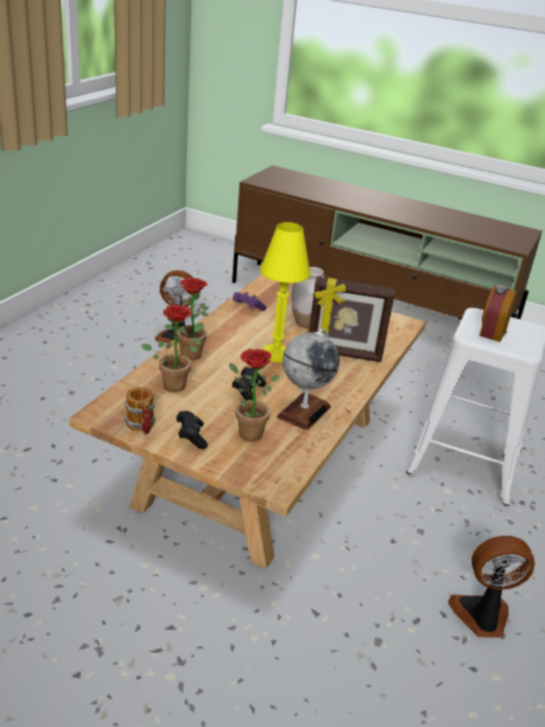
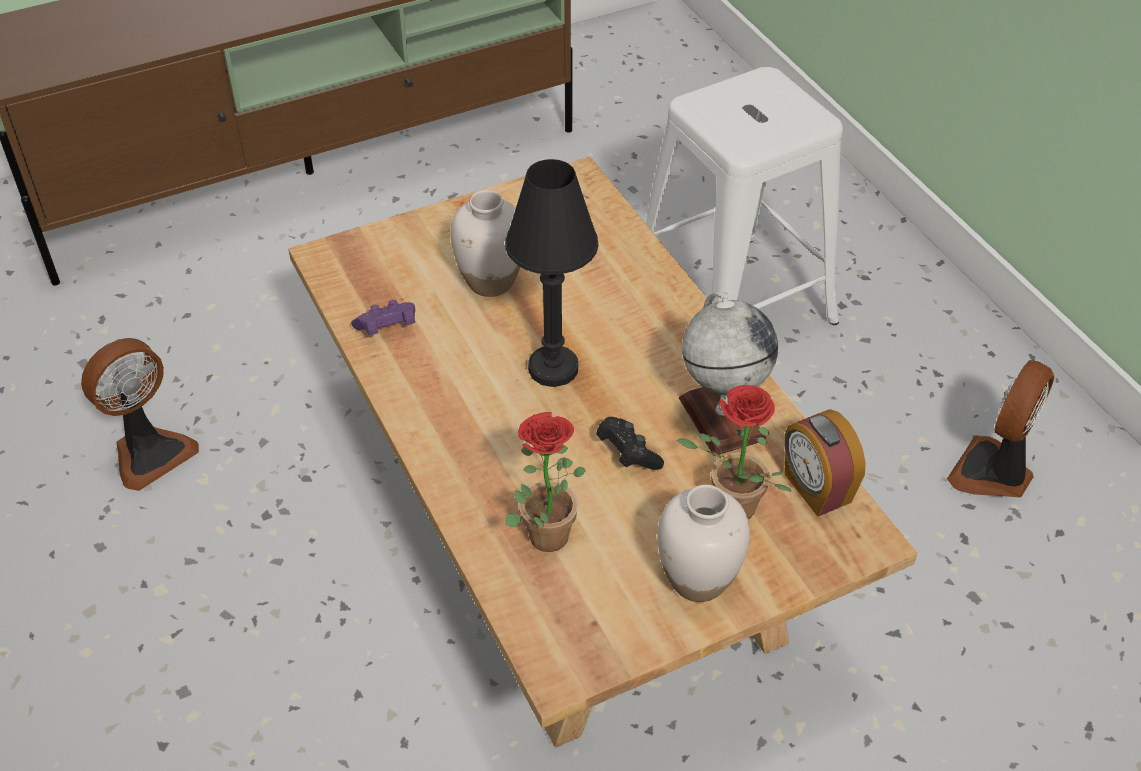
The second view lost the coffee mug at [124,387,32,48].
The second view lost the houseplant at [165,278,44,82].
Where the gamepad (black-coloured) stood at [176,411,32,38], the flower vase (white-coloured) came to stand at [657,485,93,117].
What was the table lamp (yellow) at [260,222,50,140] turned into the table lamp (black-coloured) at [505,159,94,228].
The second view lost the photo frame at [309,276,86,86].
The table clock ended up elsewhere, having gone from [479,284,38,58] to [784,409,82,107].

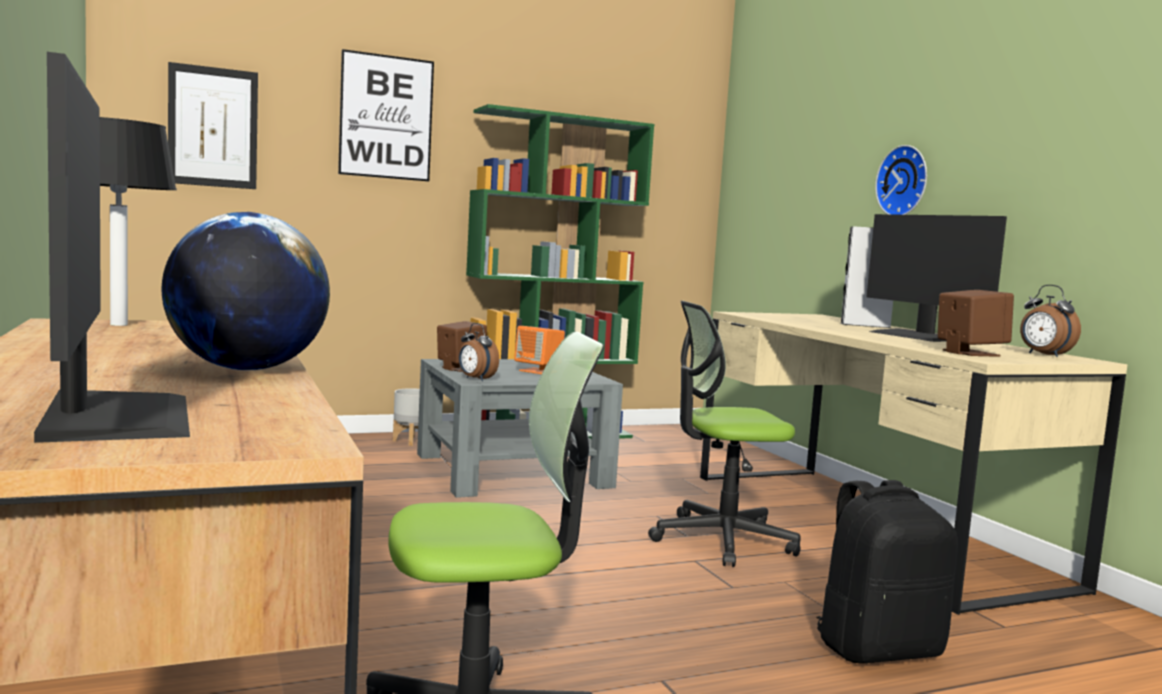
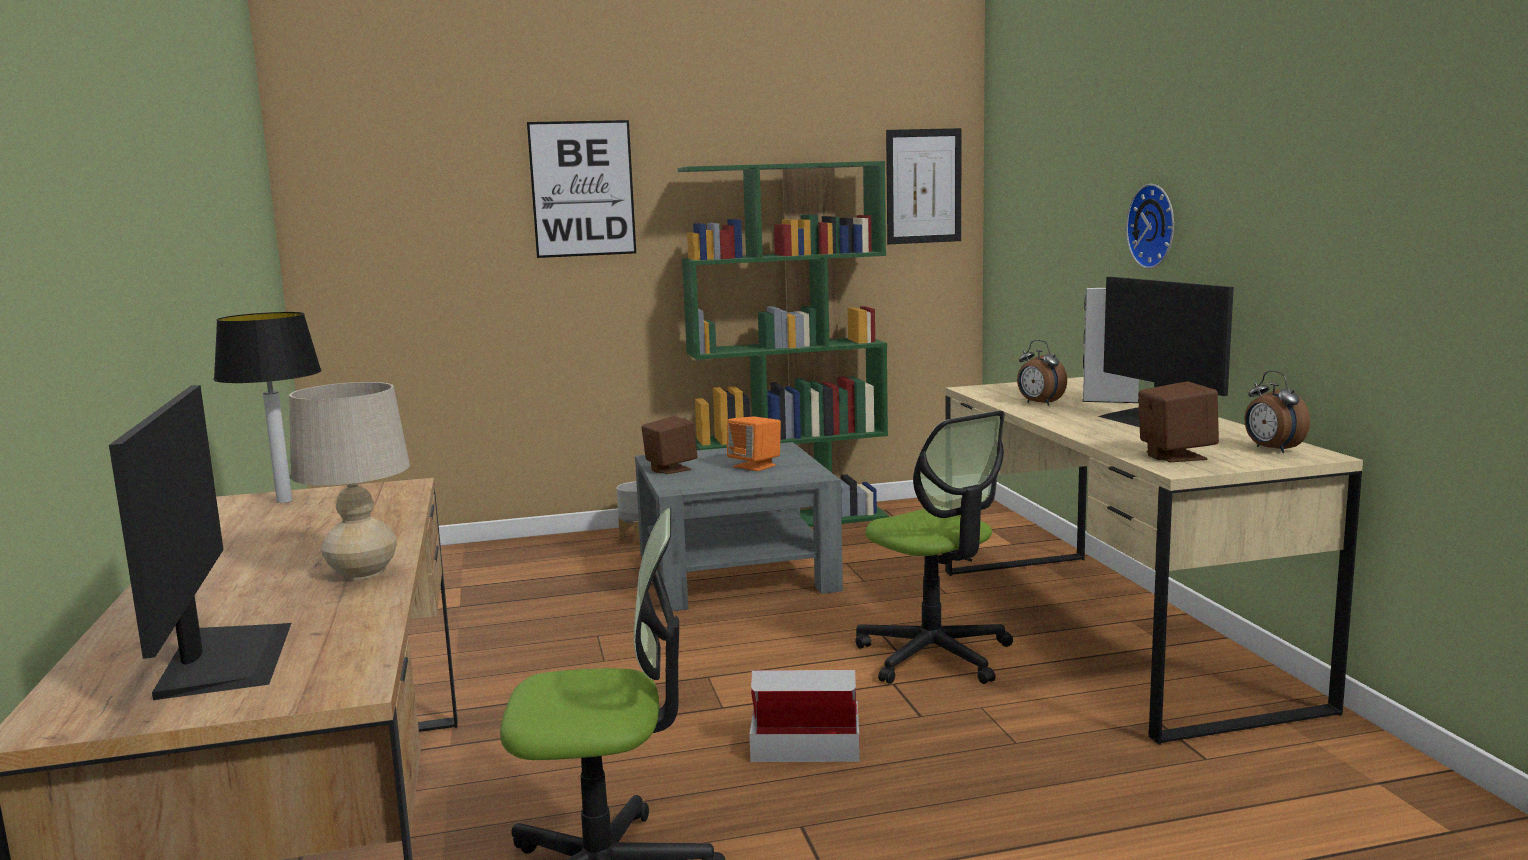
Where the world globe stood at [161,212,169,158], the table lamp (beige-coloured) came to stand at [289,382,121,198].
The wall picture ended up elsewhere, having gone from [168,62,90,127] to [886,128,76,116].
The table clock ended up elsewhere, having gone from [459,323,40,58] to [1017,340,50,66].
The computer chair at [648,301,153,266] ended up facing another way, 120 degrees counterclockwise from before.
The second view lost the backpack (black-coloured) at [816,480,142,184].
The second view gained the carton at [749,670,111,92].

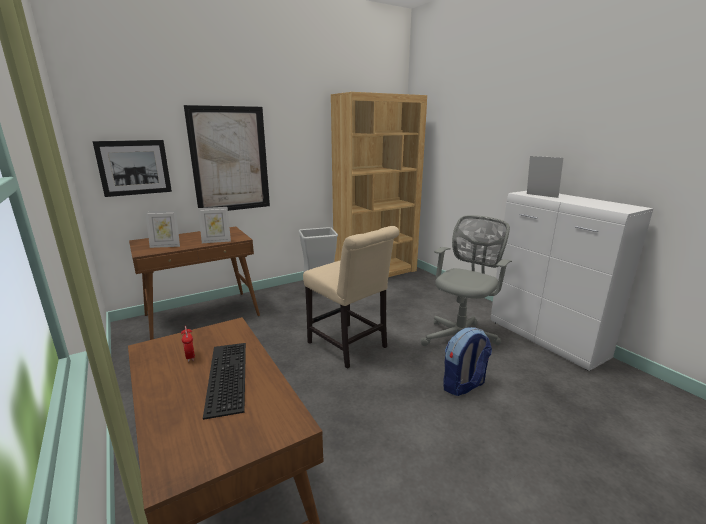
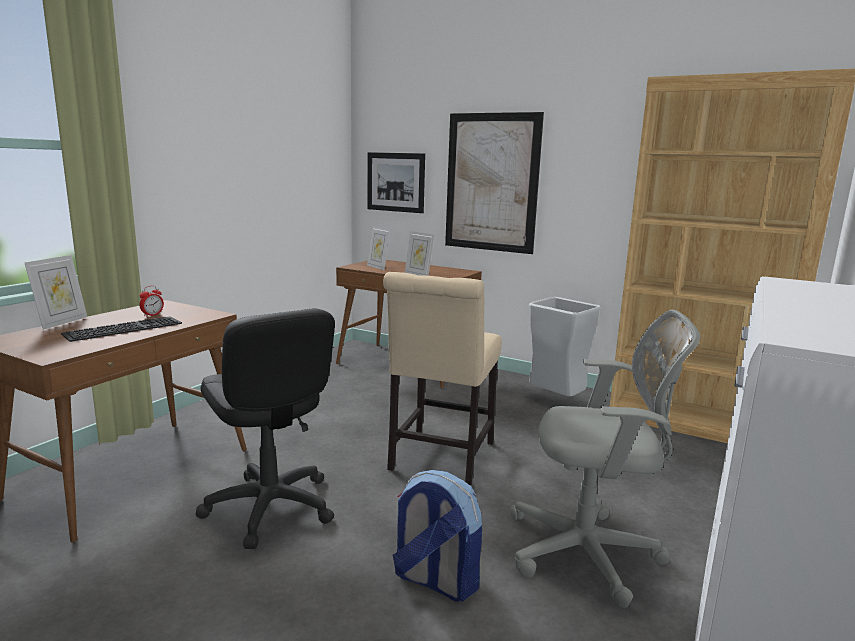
The photo frame ended up elsewhere, having gone from [527,156,36,42] to [25,255,62,75].
The second view gained the computer chair (black-coloured) at [196,309,139,240].

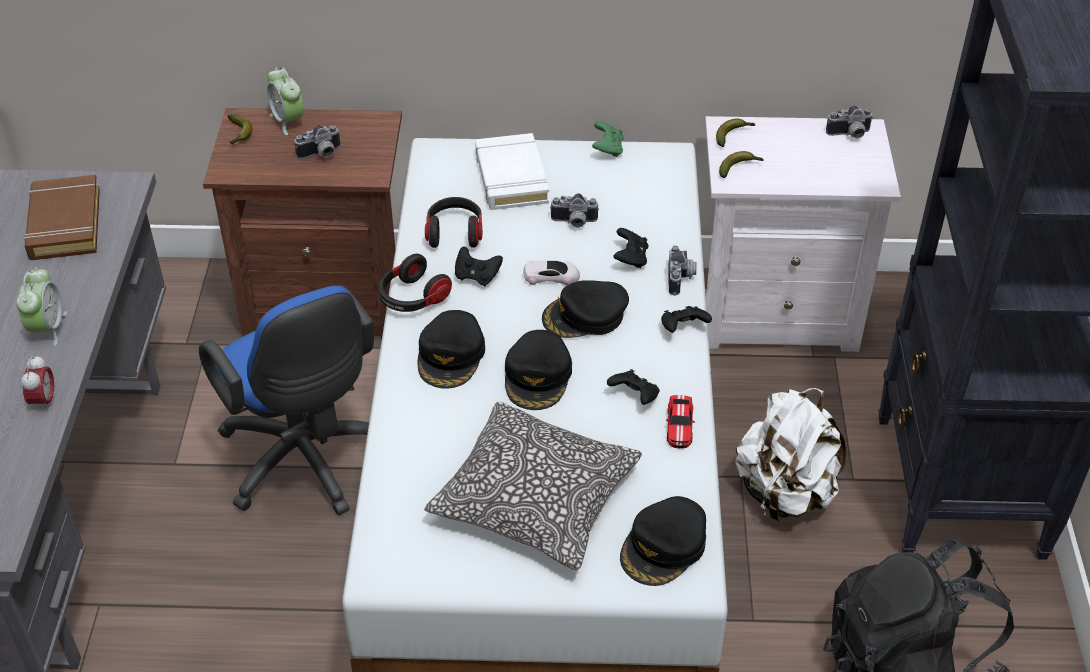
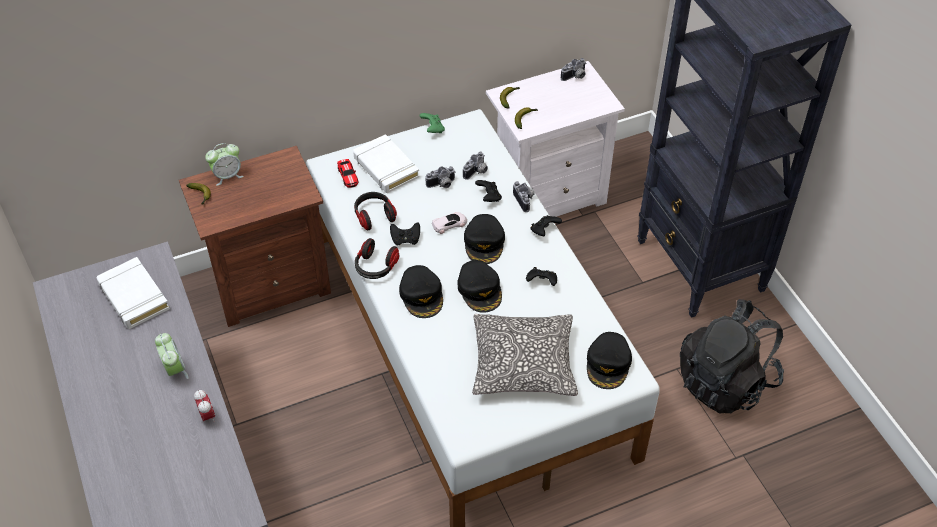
What was the bound book (brown-coloured) at [24,175,76,85] turned into the bound book (white-coloured) at [97,257,73,72].
The second view lost the computer chair (bluish) at [199,285,175,230].
The table clock at [267,67,37,68] ended up facing another way, 60 degrees counterclockwise from before.
The still camera ended up elsewhere, having gone from [294,125,47,34] to [463,151,25,29].
The cap (black-coloured) at [542,280,87,58] ended up facing another way, 45 degrees counterclockwise from before.
The toy car ended up elsewhere, having gone from [666,395,29,54] to [337,159,21,29].
The second view lost the backpack (white-coloured) at [735,388,111,133].

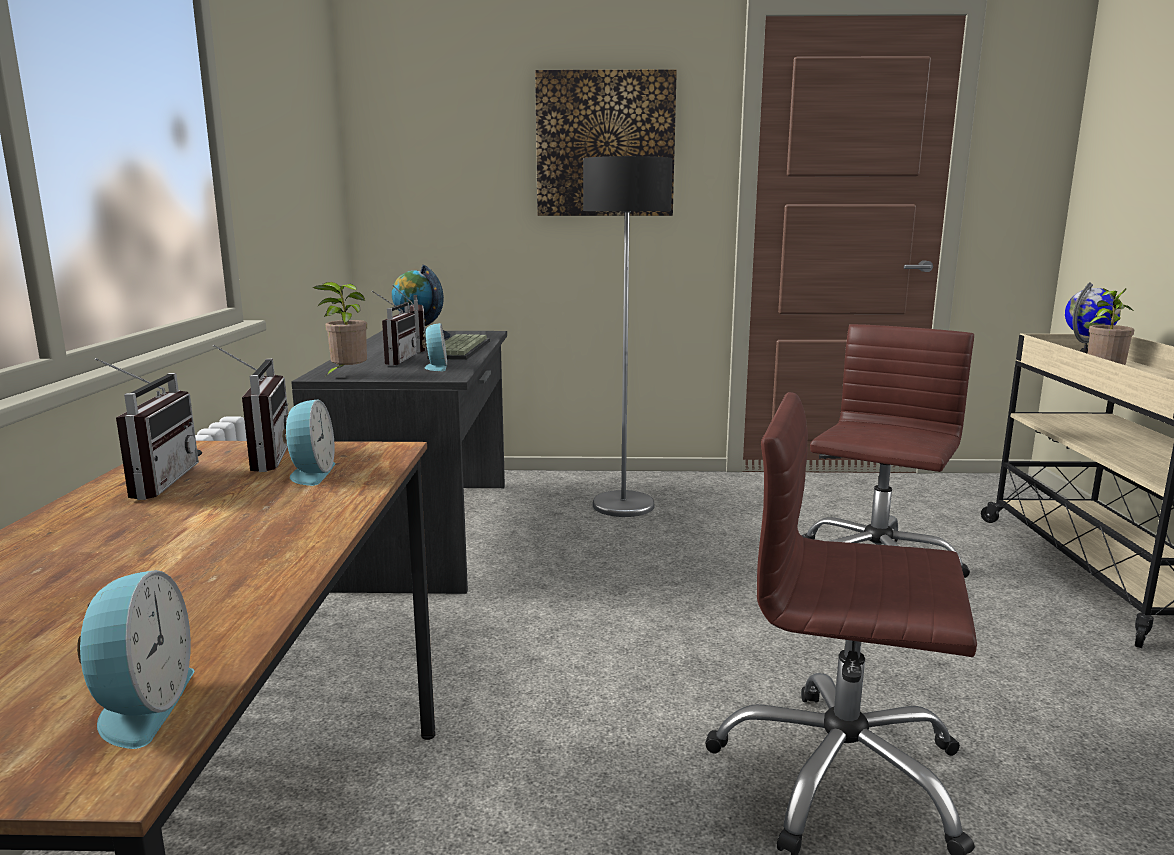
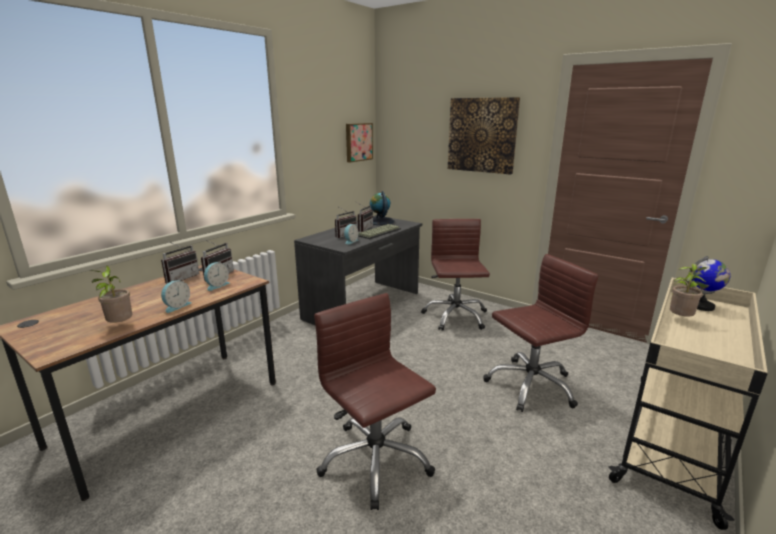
The table clock ended up elsewhere, having gone from [77,570,118,179] to [161,281,31,32].
The houseplant ended up elsewhere, having gone from [313,282,54,96] to [90,266,42,59].
Where the standard lamp stood at [583,156,89,361], the computer chair (brown-coloured) came to stand at [421,219,69,112].
The second view gained the wall picture at [346,123,27,40].

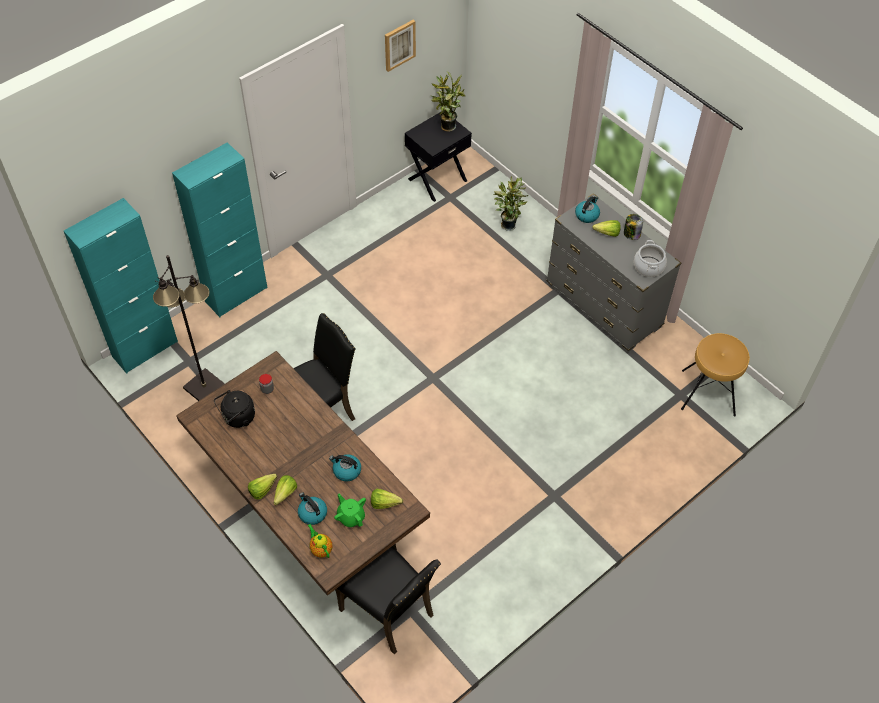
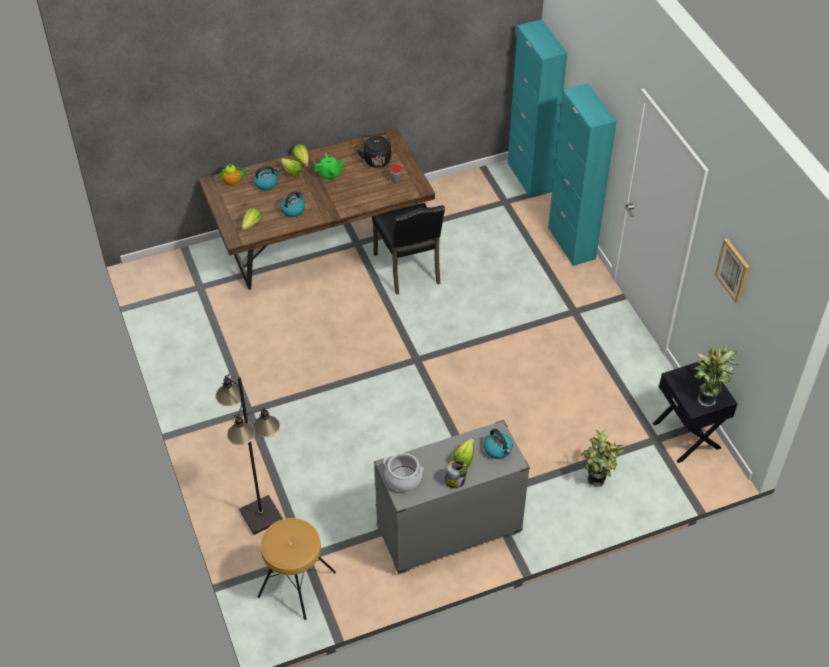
The standard lamp (black-coloured) ended up elsewhere, having gone from [153,255,72,146] to [216,374,67,161].
The tea pot (green-coloured) ended up elsewhere, having gone from [334,494,32,33] to [314,153,31,27].
The second view lost the chair (black-coloured) at [336,546,105,109].

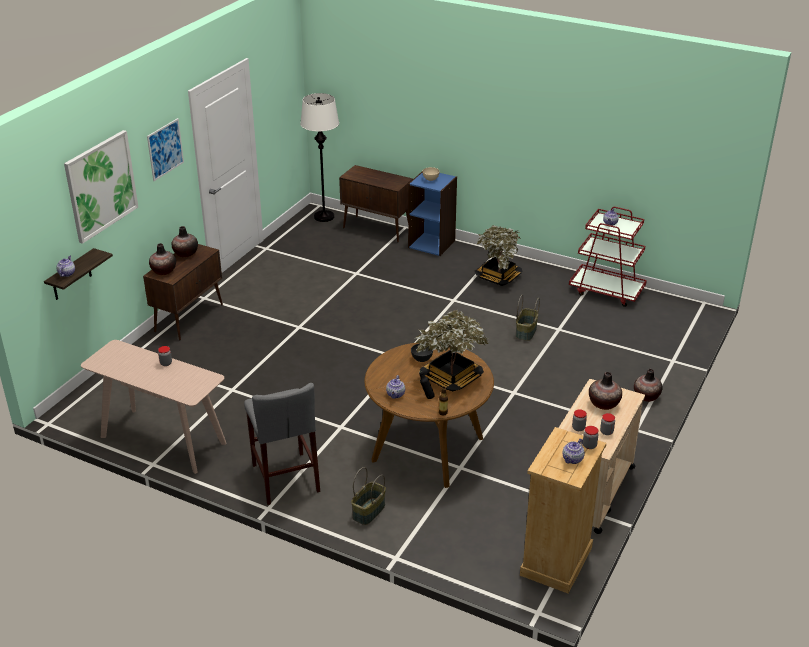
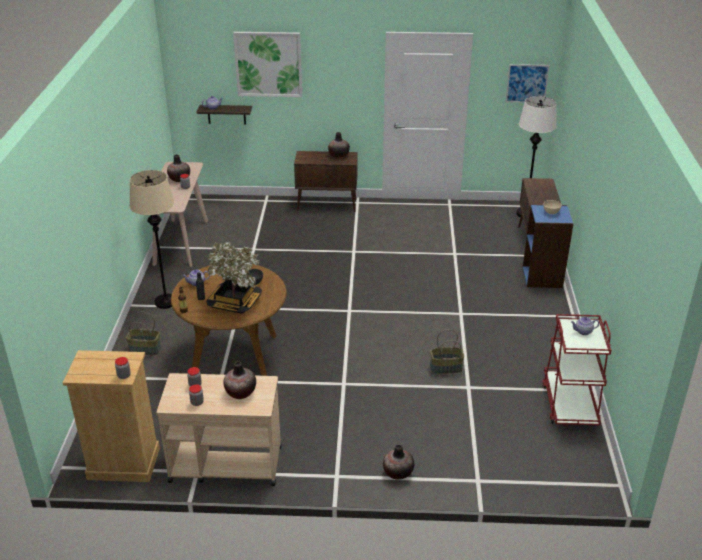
The wall picture ended up elsewhere, having gone from [147,118,37,63] to [505,64,45,39].
The flower vase ended up elsewhere, having gone from [149,243,27,32] to [167,155,23,27].
Where the stool seat (grey) stood at [244,383,76,122], the standard lamp (beige-coloured) came to stand at [130,170,44,139].
The second view lost the houseplant at [475,225,47,61].
The second view lost the tea pot at [563,438,22,26].

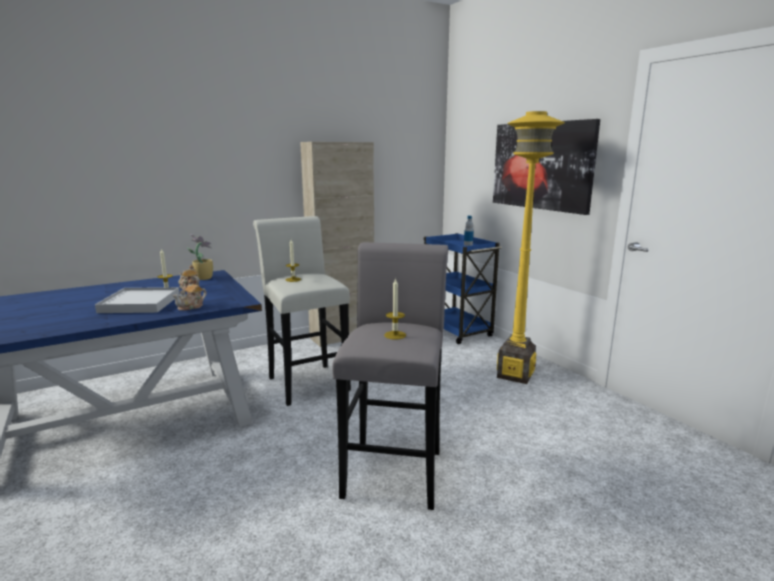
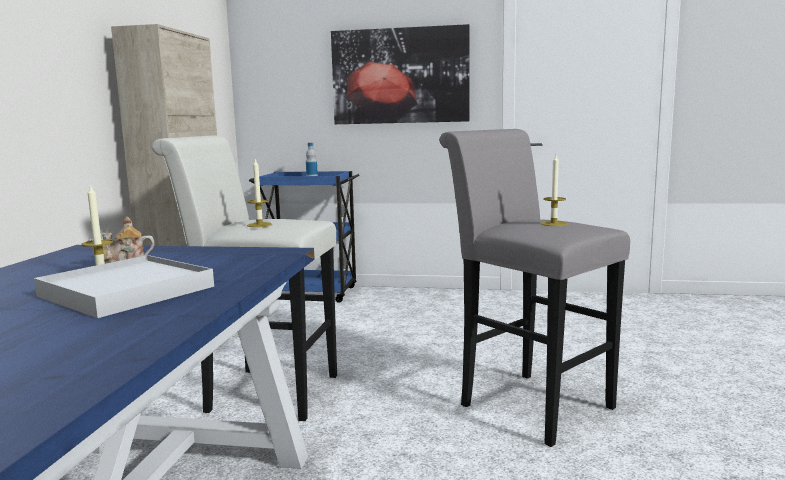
The second view lost the tea pot at [173,279,33,32].
The second view lost the houseplant at [187,234,26,46].
The second view lost the standard lamp (yellow) at [497,111,68,273].

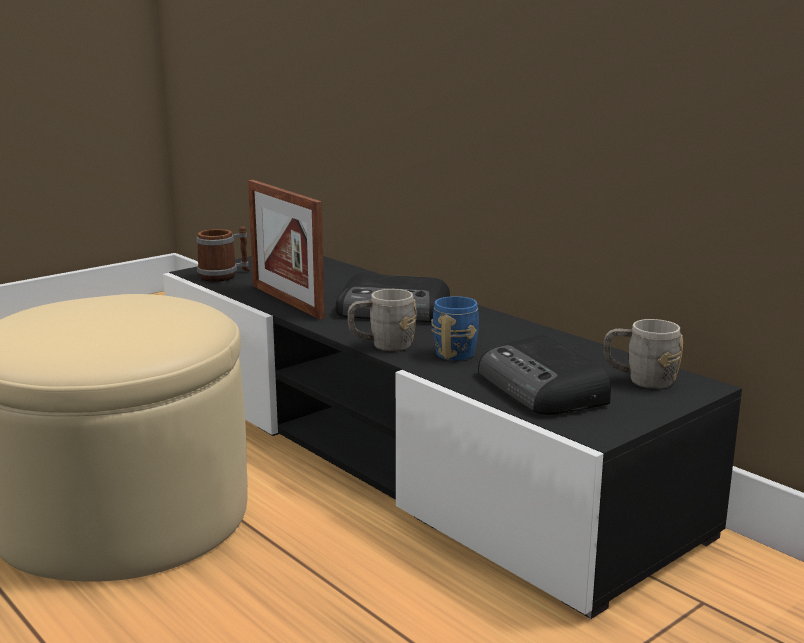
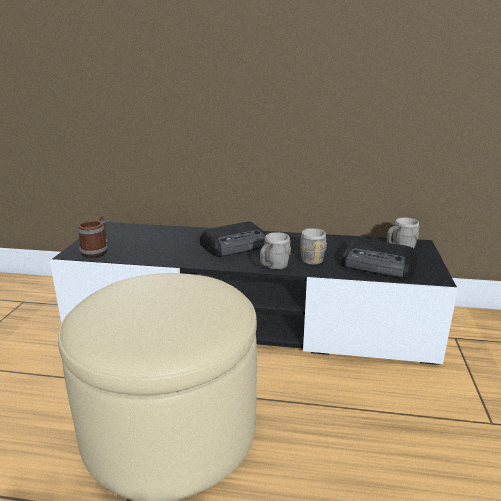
The second view lost the photo frame at [248,180,77,140].
What was the coffee mug (bluish) at [431,296,48,65] turned into the coffee mug (grey) at [300,228,27,37].

